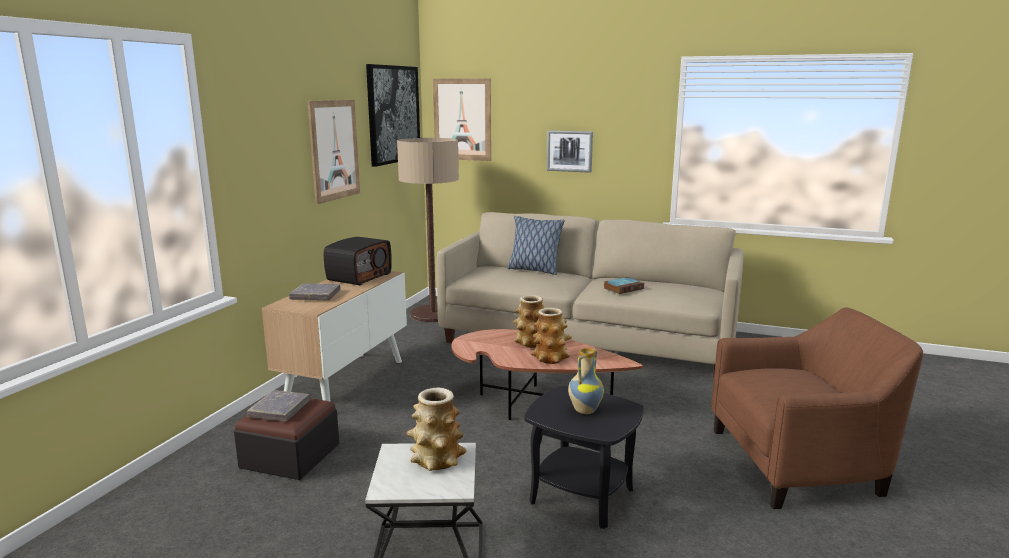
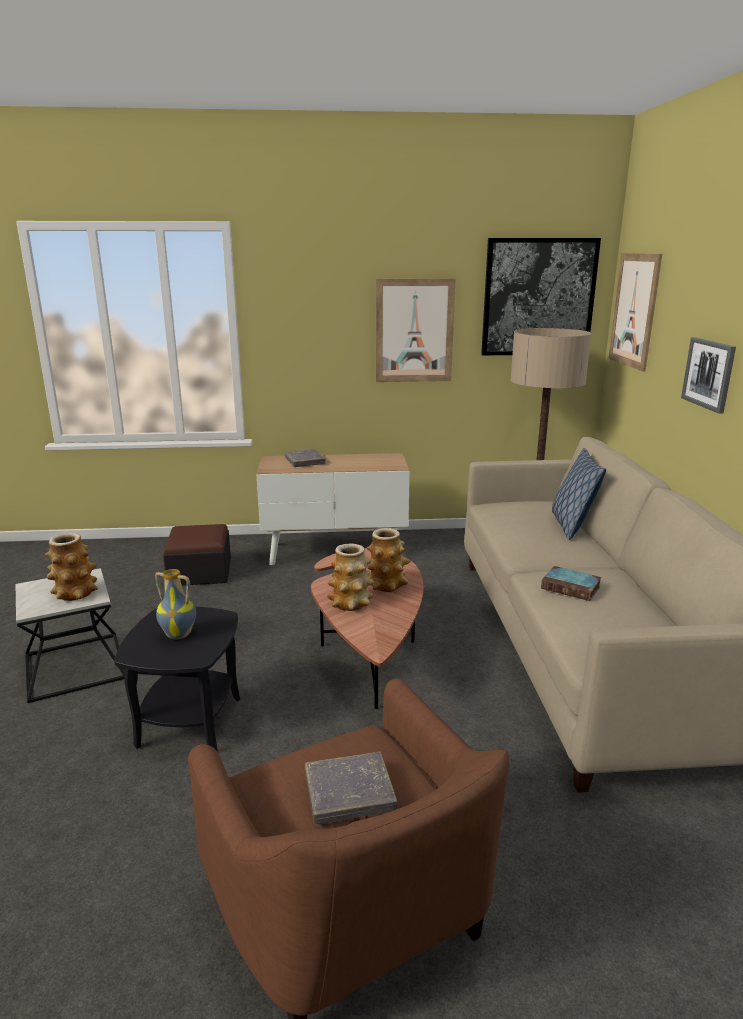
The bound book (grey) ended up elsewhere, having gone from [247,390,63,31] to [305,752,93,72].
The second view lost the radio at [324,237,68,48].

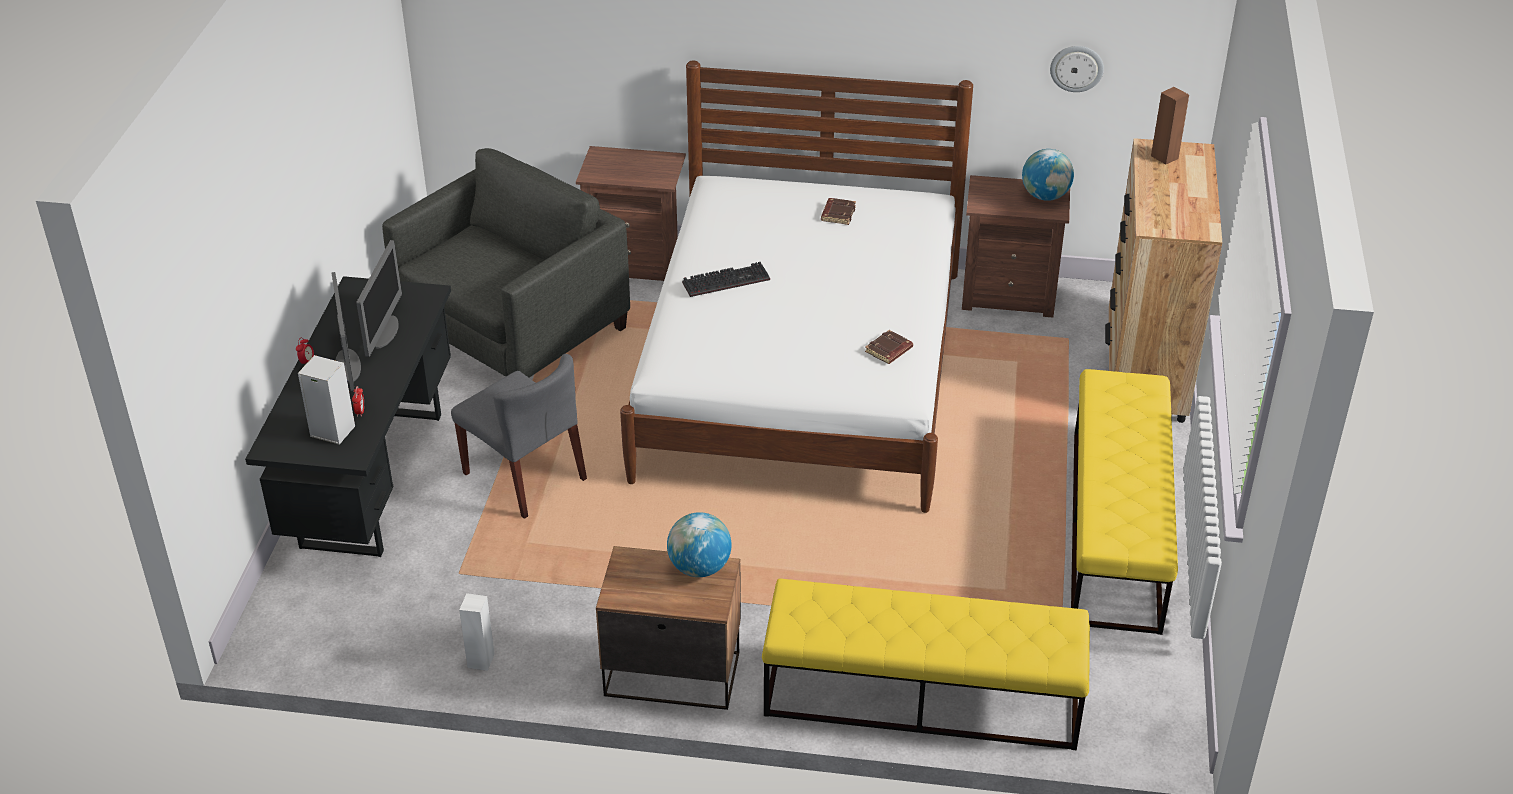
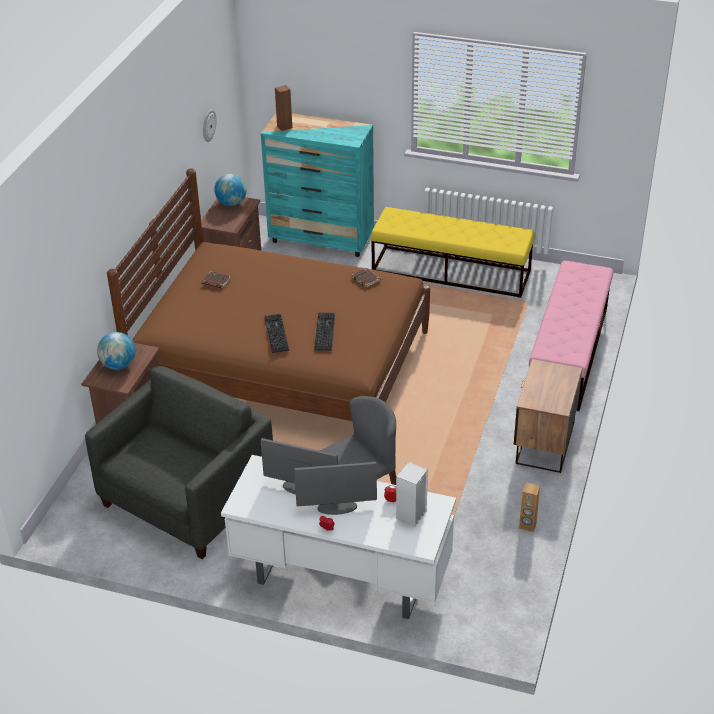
What was the desk unit (black-coloured) at [245,276,206,281] turned into the desk unit (white-coloured) at [221,455,235,164].
The armchair (grey) at [382,148,248,230] ended up facing another way, 75 degrees clockwise from before.
What was the loudspeaker (white-coloured) at [459,593,36,78] turned into the loudspeaker (brown-coloured) at [519,482,21,50].
What was the bed (white-coloured) at [620,60,353,453] turned into the bed (brown-coloured) at [107,168,323,253].
The world globe ended up elsewhere, having gone from [667,512,64,65] to [97,332,39,38].
What was the long seat (yellow) at [762,579,328,171] turned into the long seat (pink) at [529,261,84,150].
What was the drawer chest (brown-coloured) at [1105,138,117,285] turned into the drawer chest (turquoise-coloured) at [261,113,113,144].
The second view gained the computer keyboard at [314,312,21,39].

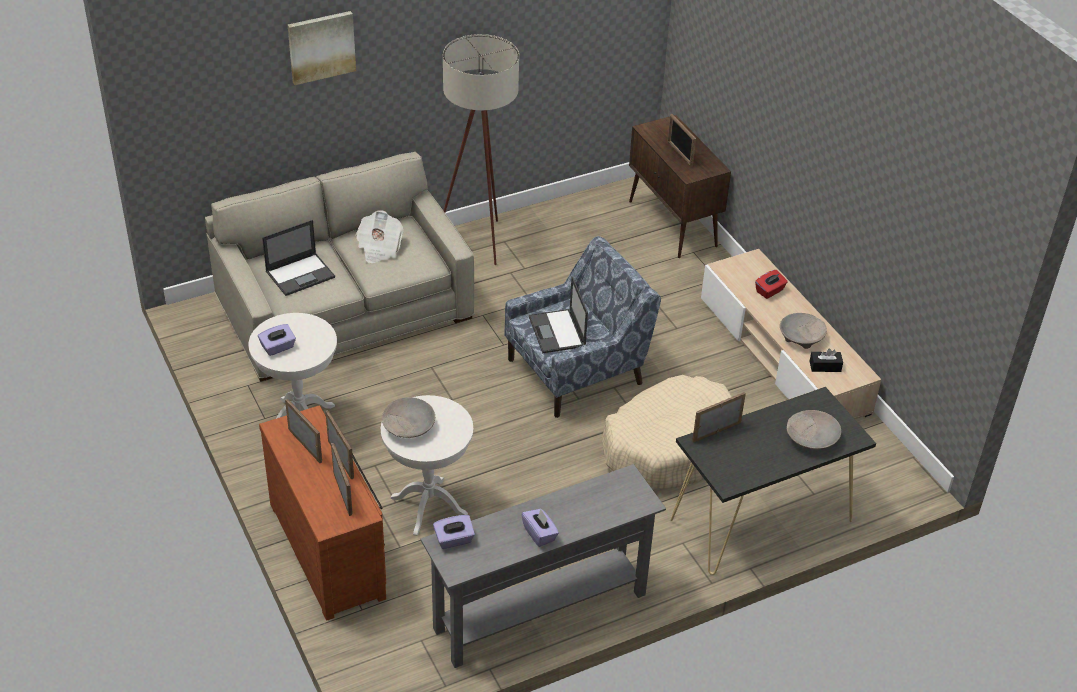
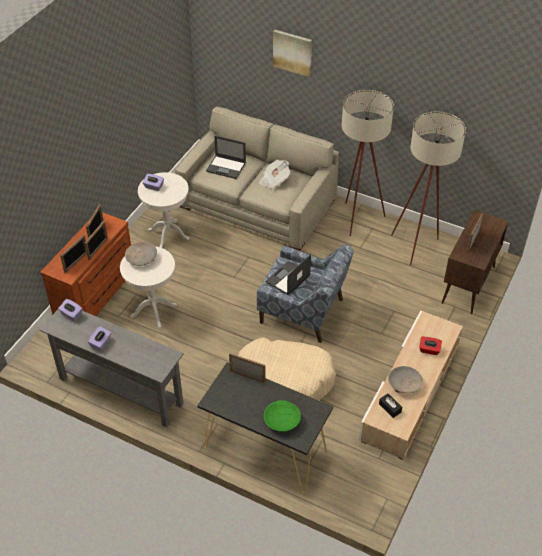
What was the bowl (beige-coloured) at [787,410,55,40] turned into the bowl (green-coloured) at [264,400,37,33].
The second view gained the standard lamp (beige-coloured) at [391,111,75,155].

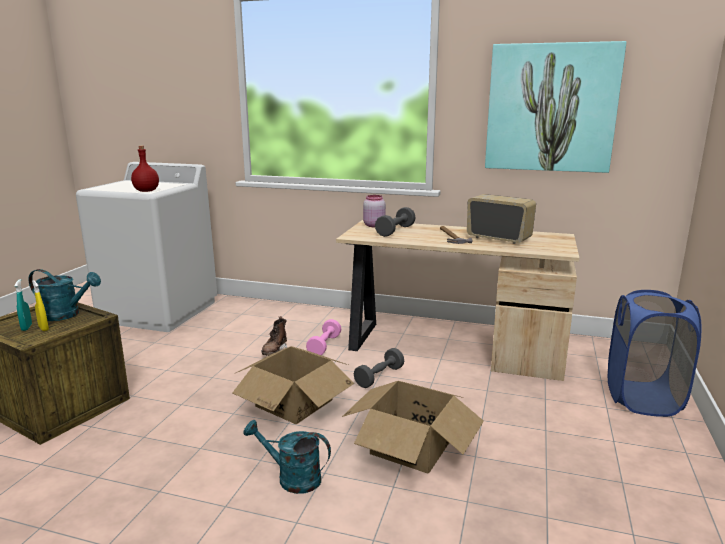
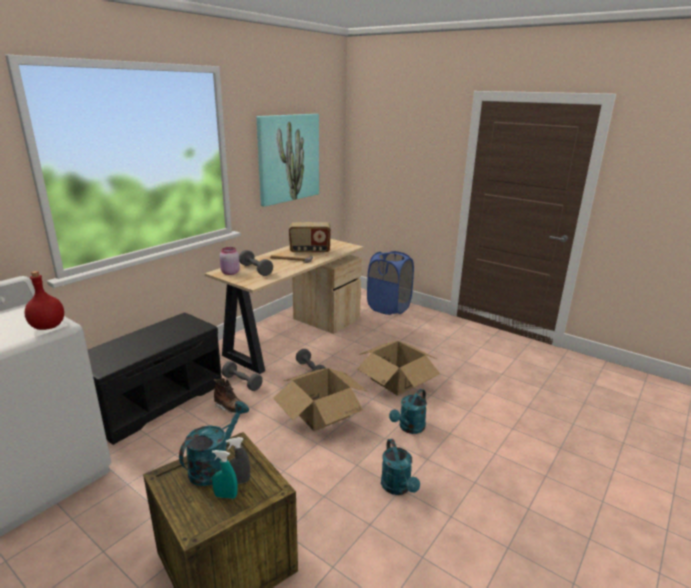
What was the hand sprayer (yellow) at [32,280,17,51] turned into the hand sprayer (grey) at [226,437,24,47].
What was the hand weight (pink) at [306,319,35,36] turned into the hand weight (grey) at [222,361,41,30].
The radio at [467,194,69,50] ended up facing another way, 150 degrees counterclockwise from before.
The second view gained the long seat (black-coloured) at [88,312,134,133].
The second view gained the watering pot (turquoise-coloured) at [381,439,39,56].

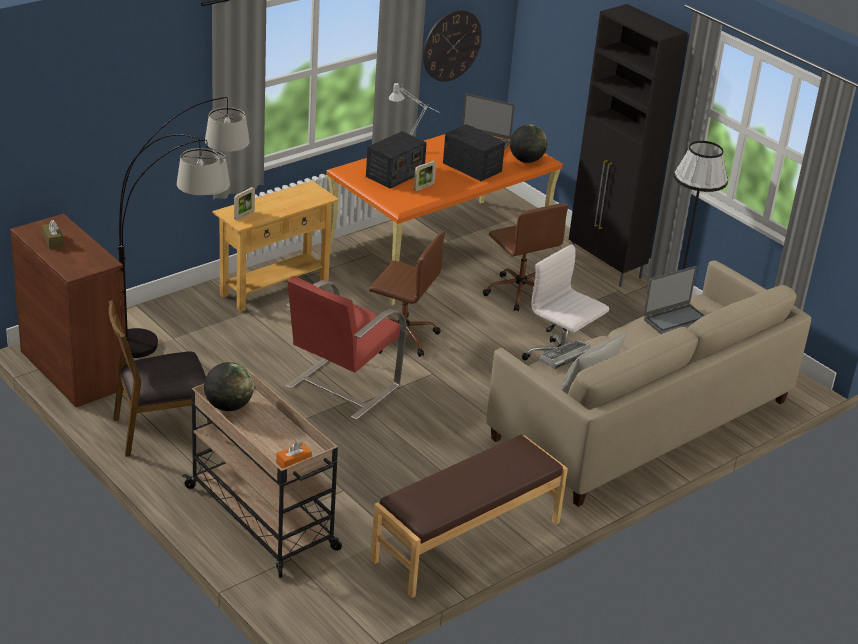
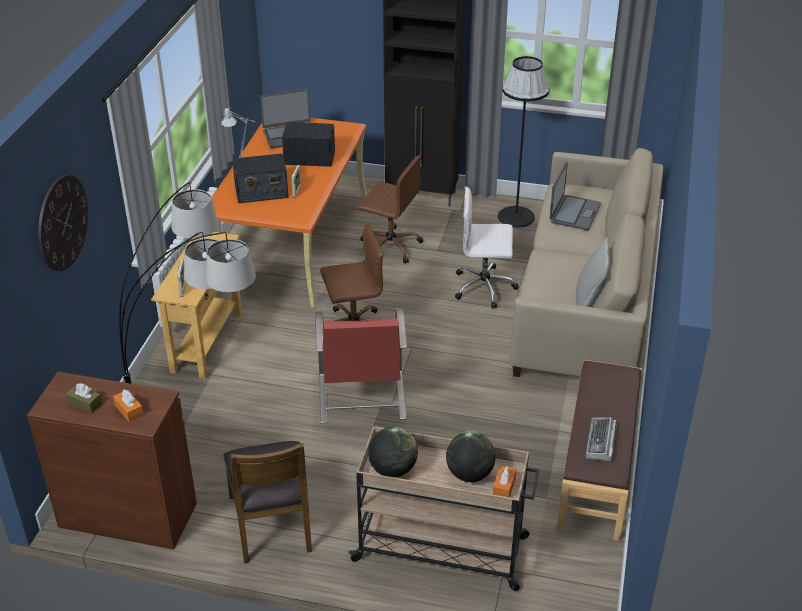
The chair (brown-coloured) at [109,300,101,157] ended up facing another way, 45 degrees counterclockwise from before.
The radio at [366,131,61,58] ended up facing another way, 75 degrees clockwise from before.
The wall clock ended up elsewhere, having gone from [423,10,59,72] to [38,175,50,96].
The world globe ended up elsewhere, having gone from [510,124,37,39] to [446,431,50,51].
The computer keyboard ended up elsewhere, having gone from [539,340,52,29] to [585,417,32,44].
The second view gained the box of tissues (orange) at [113,389,31,33].

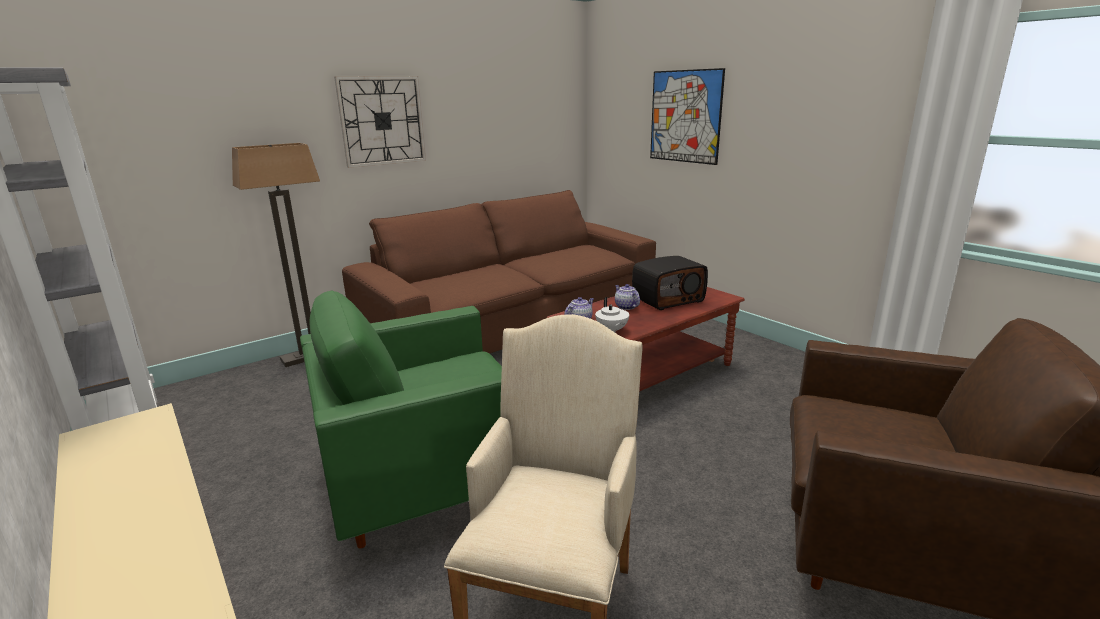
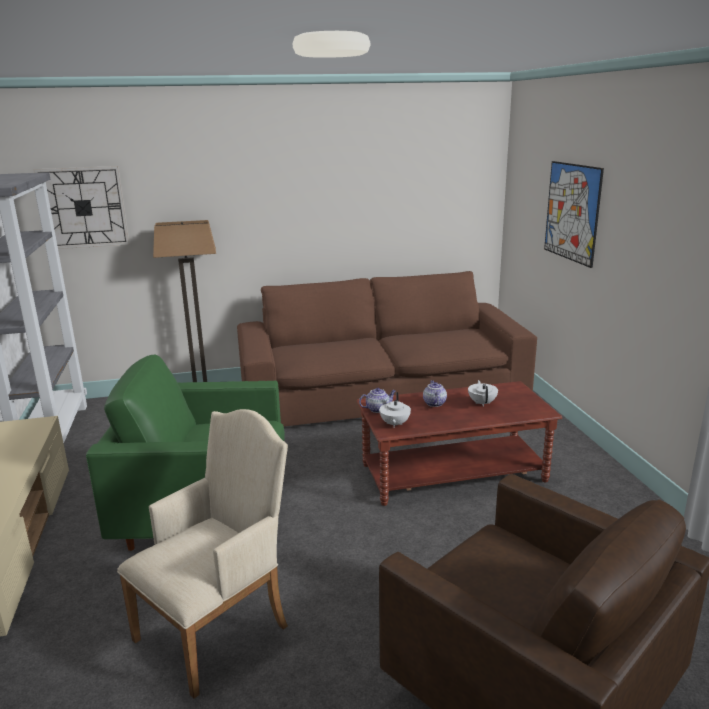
The wall clock ended up elsewhere, having gone from [334,76,92,92] to [33,166,97,83].
Where the radio stood at [632,256,76,54], the tea pot (white-coloured) came to stand at [468,380,30,26].

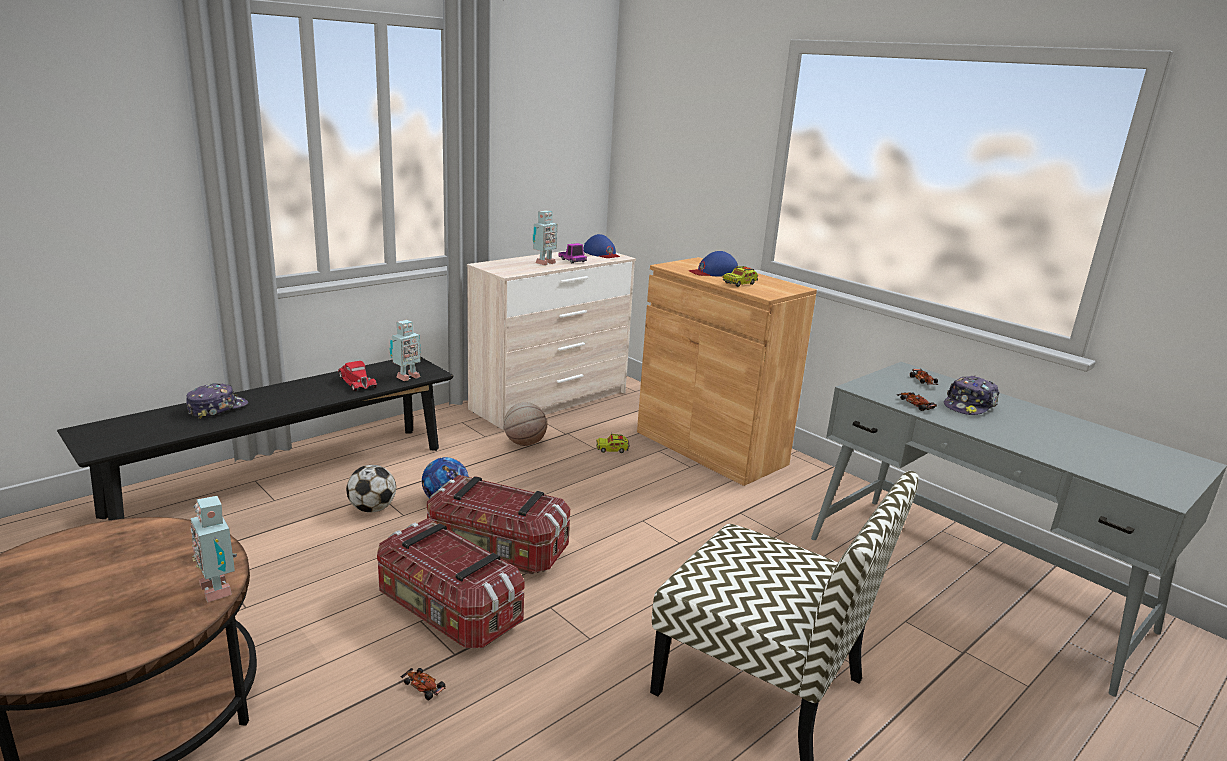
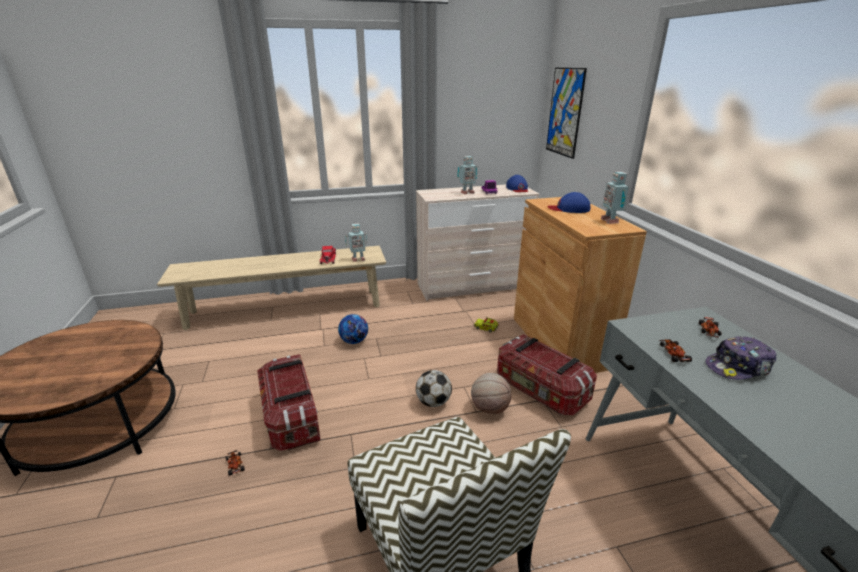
What was the long seat (black-coloured) at [57,357,397,164] turned into the long seat (beige-coloured) at [157,246,229,84].
The second view lost the cap at [186,383,62,36].
The model robot ended up elsewhere, having gone from [190,496,47,107] to [601,172,28,52].
The ball for football ended up elsewhere, having gone from [346,465,50,47] to [416,370,36,37].
The storage bin ended up elsewhere, having gone from [427,475,143,99] to [497,334,100,81].
The basketball ball ended up elsewhere, having gone from [504,402,43,44] to [471,373,40,41].
The second view lost the model truck at [722,264,36,23].
The second view gained the wall picture at [546,68,41,91].

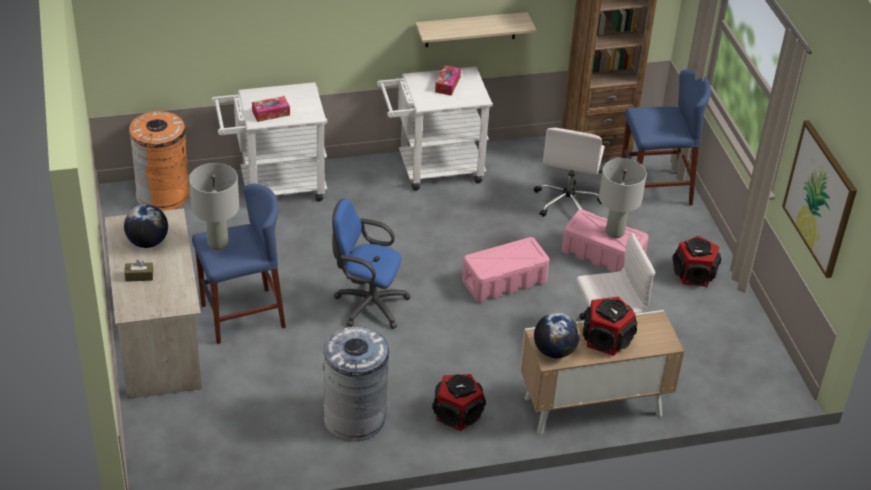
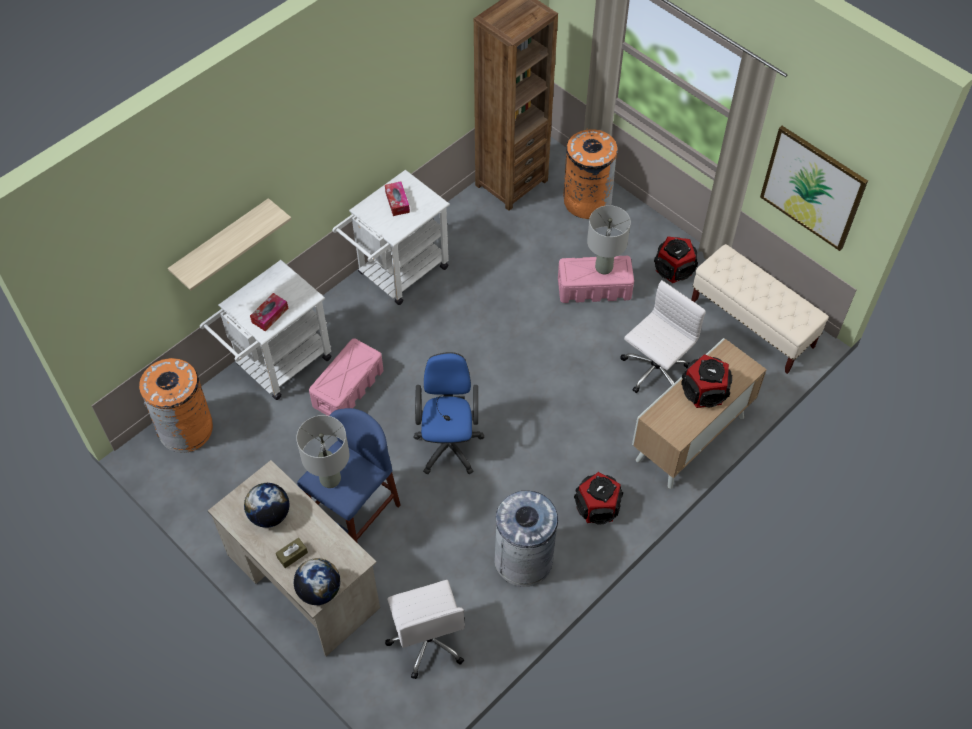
The computer chair (bluish) at [332,199,79,130] ended up facing another way, 105 degrees clockwise from before.
The wall shelf ended up elsewhere, having gone from [415,12,121,35] to [168,198,124,93].
The storage bin (pink) ended up elsewhere, having gone from [462,237,88,66] to [309,338,74,78].
The computer chair (white-coloured) ended up elsewhere, having gone from [534,128,71,89] to [385,580,80,99].
The world globe ended up elsewhere, having gone from [534,313,46,45] to [294,558,46,47].
Where the stool seat (bluish) stood at [621,69,90,136], the trash can (orange) came to stand at [563,128,55,91].
The second view gained the long seat (beige-coloured) at [691,244,138,130].

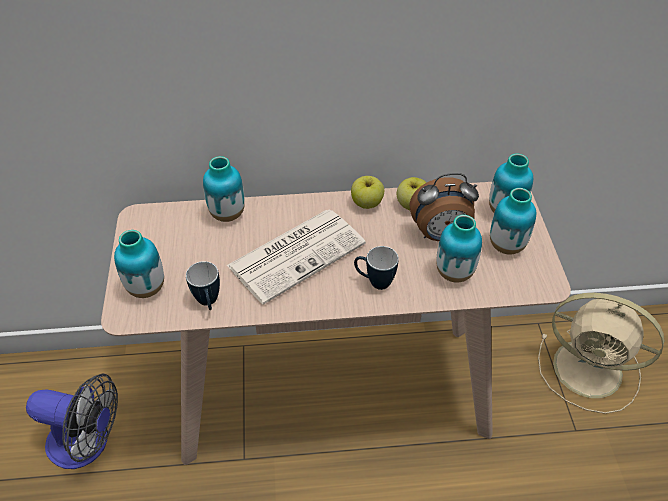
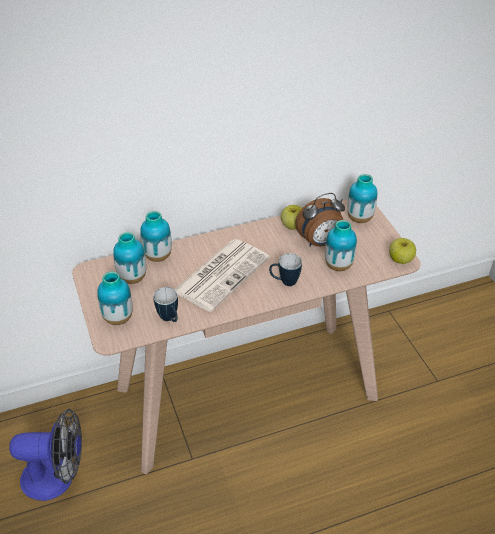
The apple ended up elsewhere, having gone from [351,176,33,33] to [389,238,27,26].
The flower vase ended up elsewhere, having gone from [490,188,46,67] to [113,232,33,52].
The second view lost the cooling fan (beige-coloured) at [538,293,126,121].

